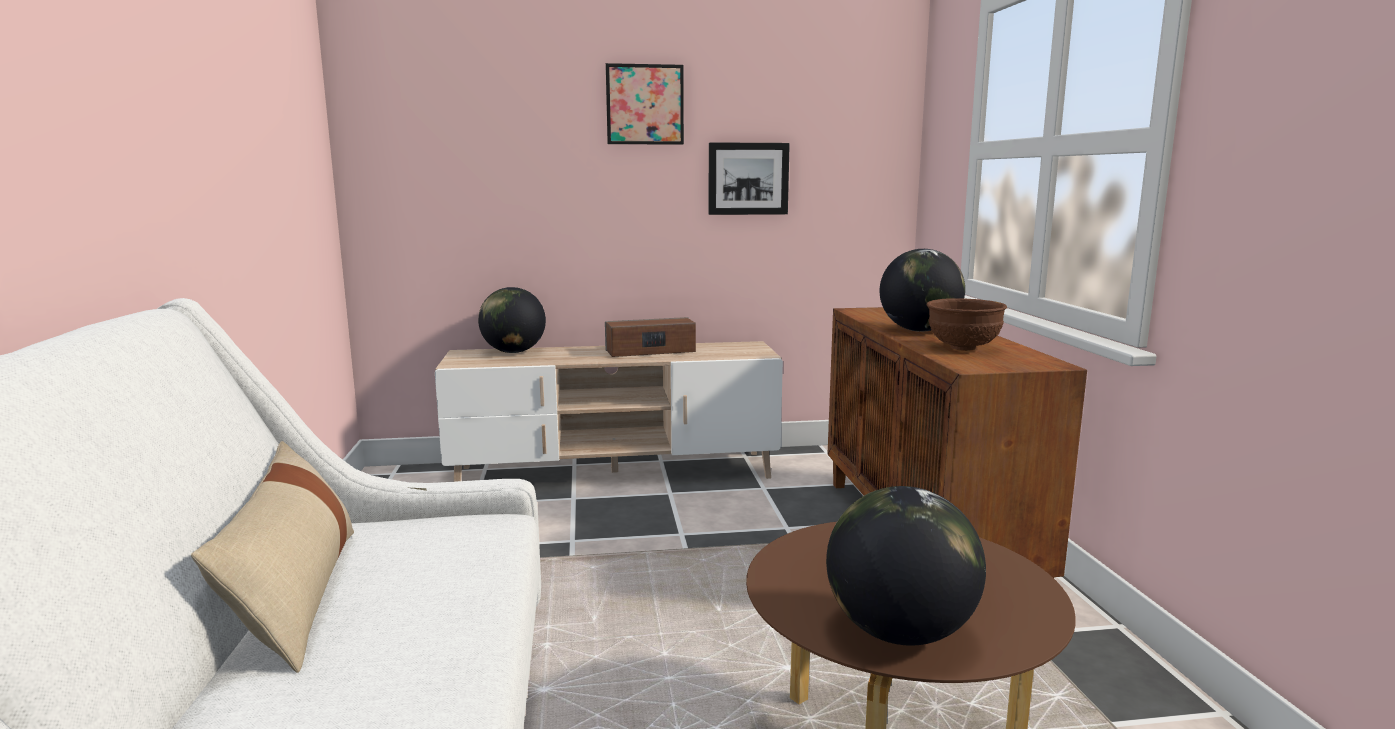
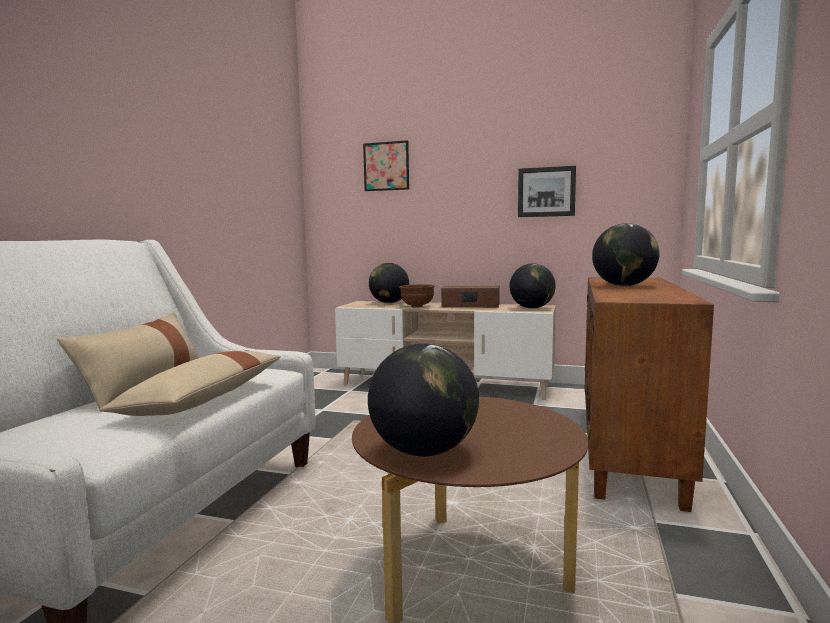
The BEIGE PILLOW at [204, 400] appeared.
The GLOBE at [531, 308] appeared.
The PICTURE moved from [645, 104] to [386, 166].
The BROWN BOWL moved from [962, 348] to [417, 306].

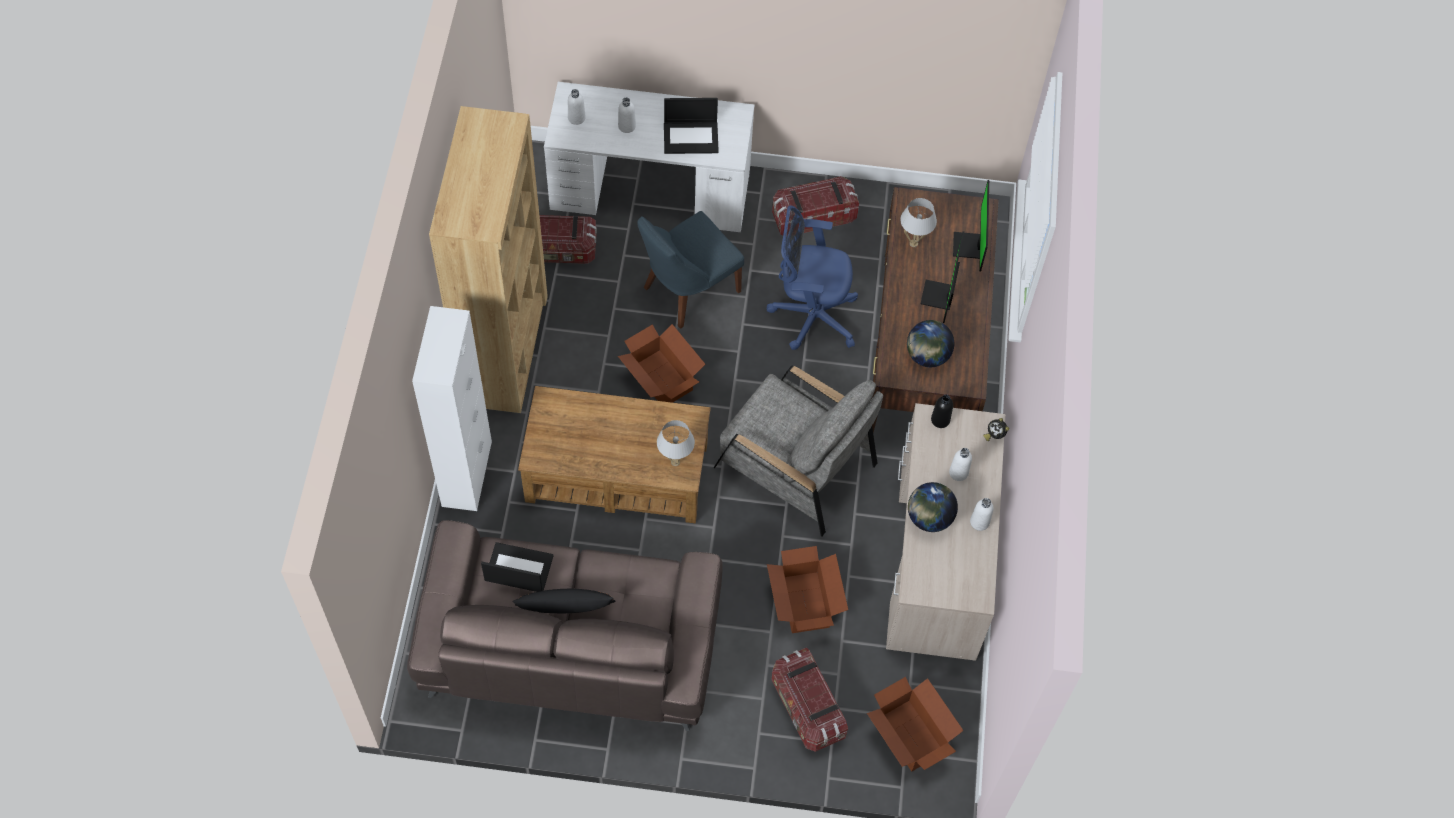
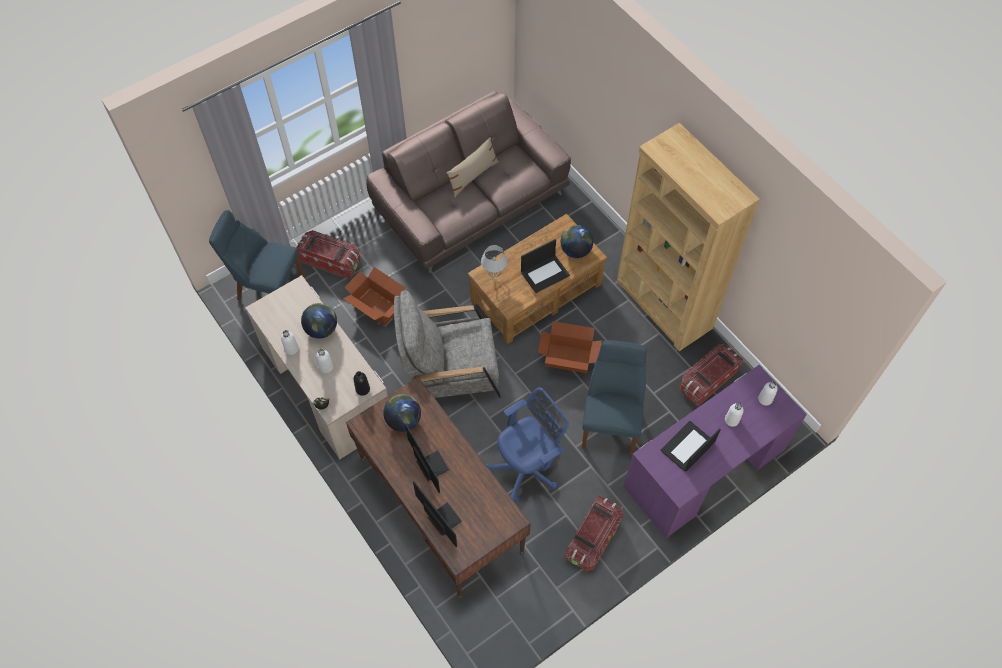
The WHITE CABINET at [467, 474] disappeared.
The WHITE TABLE LAMP at [913, 243] disappeared.
The GLOBE at [575, 250] appeared.
The LAPTOP moved from [518, 569] to [545, 273].
The CARDBOARD BOX at [910, 736] was replaced by the BLUE CHAIR at [268, 287].
The BLACK PILLOW at [565, 610] became the BEIGE PILLOW at [473, 176].
The WHITE DESK at [651, 189] became the PURPLE DESK at [704, 467].

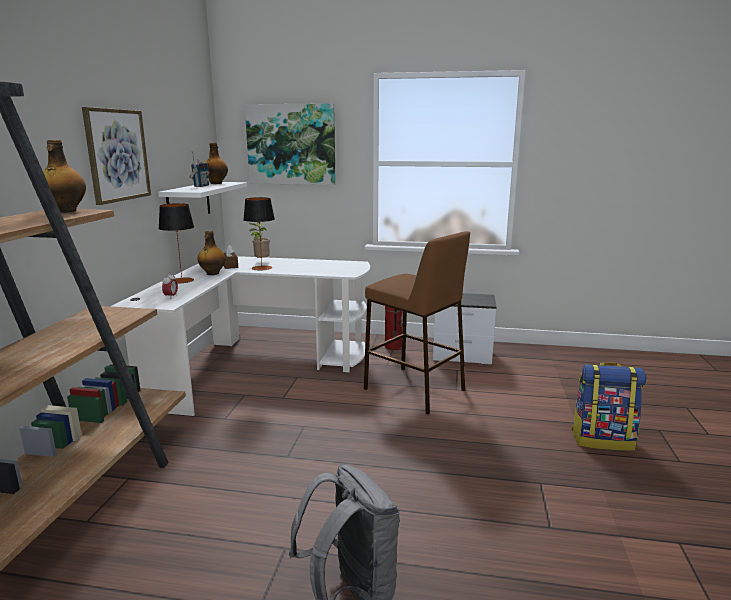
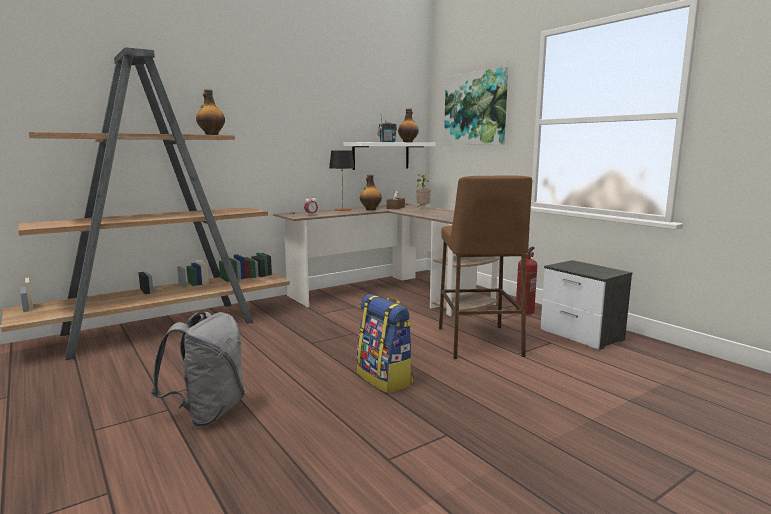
The PICTURE at [117, 155] disappeared.
The TABLE LAMP at [262, 268] disappeared.
The BACKPACK moved from [602, 440] to [385, 379].
The WHITE DESK at [255, 365] became the BROWN DESK at [395, 294].

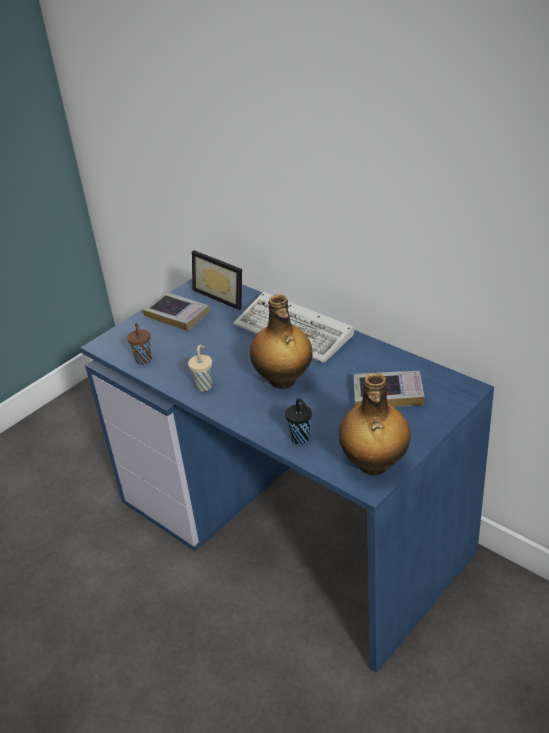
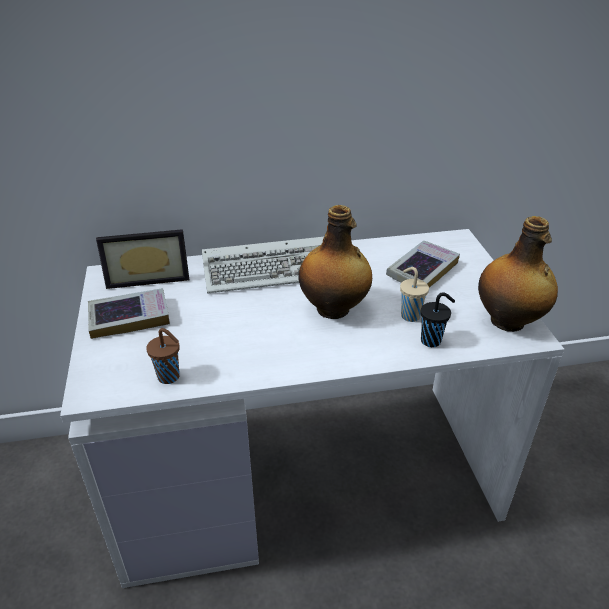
The BEIGE CUP moved from [204, 386] to [409, 315].
The BLUE DESK at [293, 525] became the WHITE DESK at [306, 471].

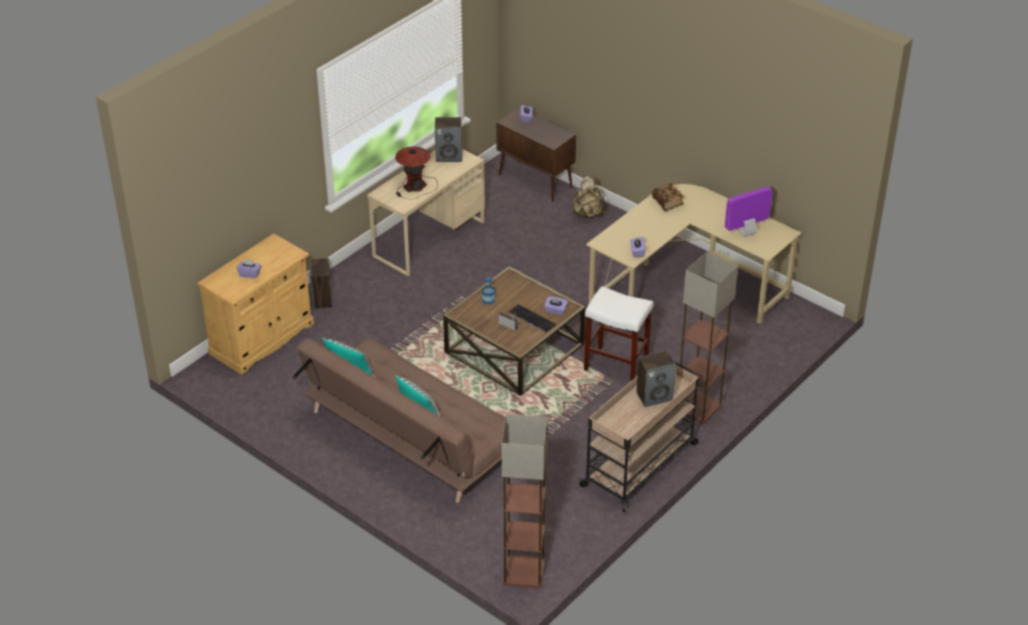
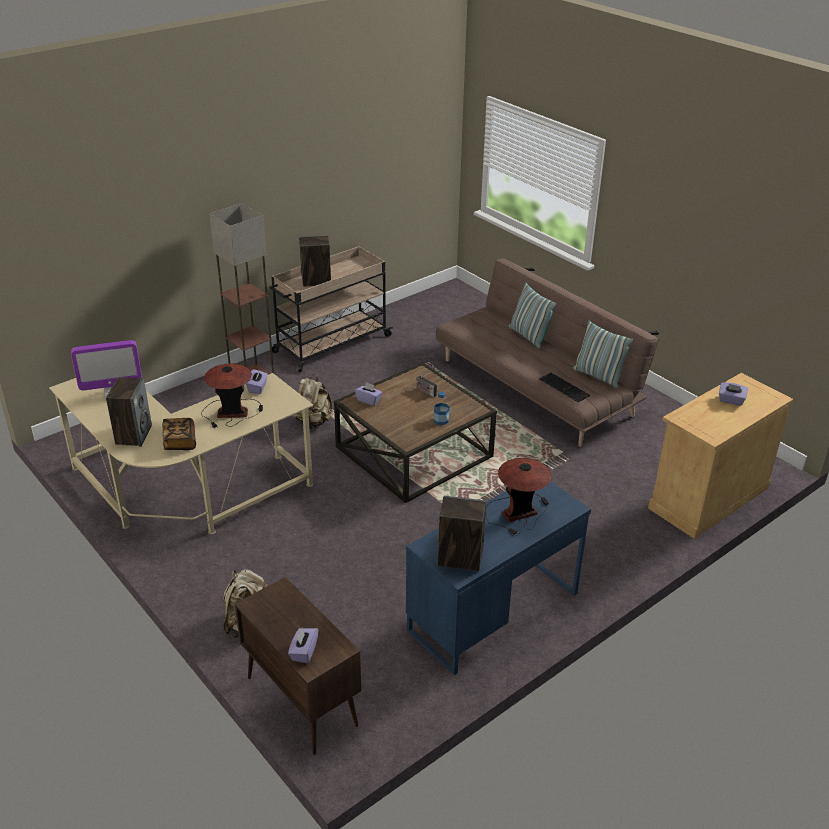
The FLOOR LAMP at [523, 572] disappeared.
The TABLE LAMP at [231, 412] appeared.
The SPEAKER moved from [322, 299] to [133, 435].
The KEYBOARD moved from [531, 318] to [565, 387].
The WHITE STOOL at [615, 366] was replaced by the BEIGE BACKPACK at [313, 422].
The BEIGE DESK at [429, 239] became the BLUE DESK at [493, 611].

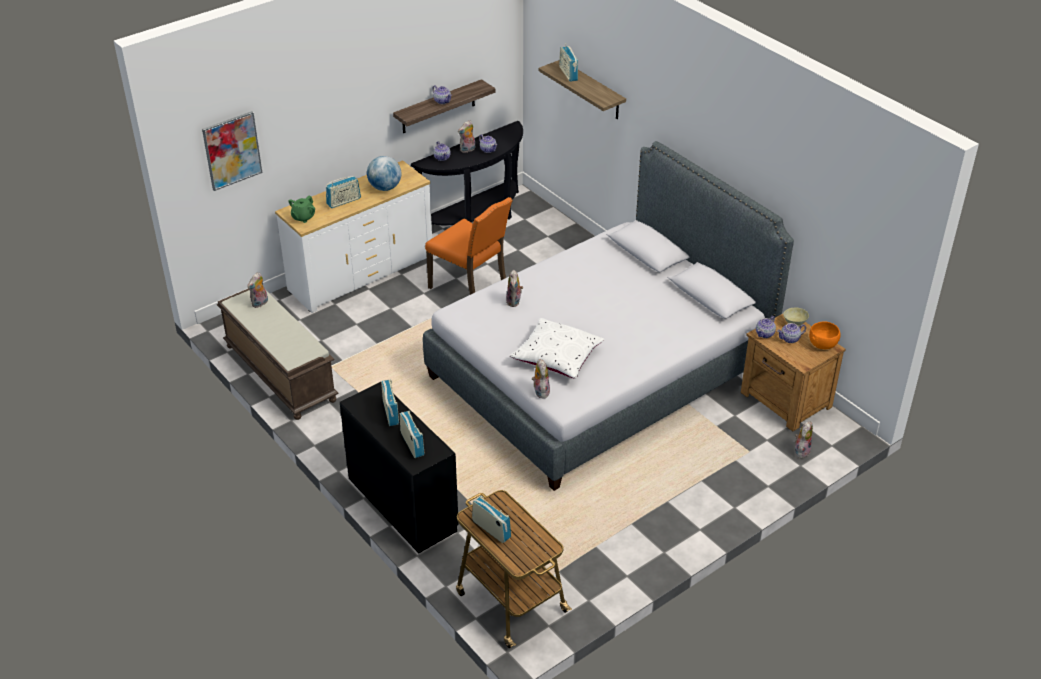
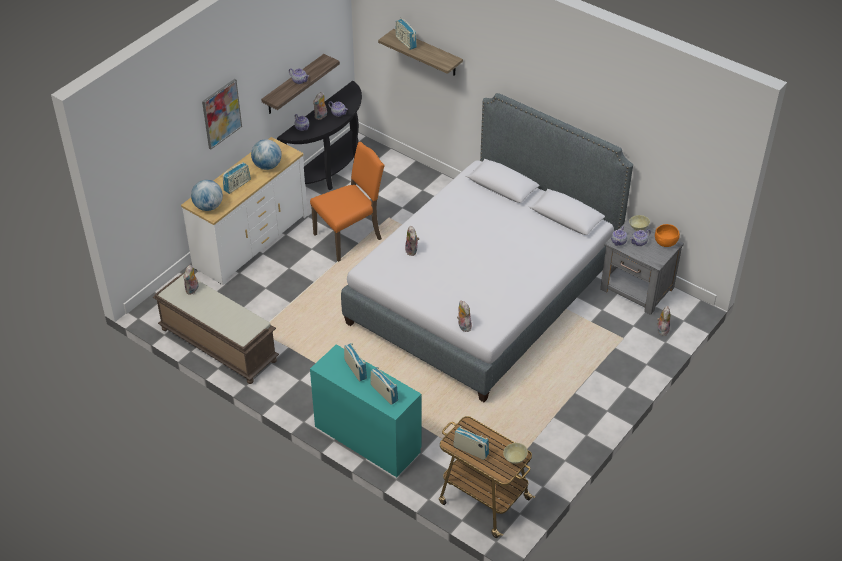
The WHITE PILLOW at [557, 357] disappeared.
The BEIGE BOWL at [514, 459] appeared.
The PICTURE moved from [232, 150] to [221, 113].
The GREEN TEAPOT at [303, 217] was replaced by the GLOBE at [208, 207].
The BLACK DESK at [402, 504] became the TURQUOISE DESK at [367, 439].
The BROWN NIGHTSTAND at [786, 401] became the GREY NIGHTSTAND at [637, 289].
The ORANGE CHAIR at [470, 288] turned 60 degrees counterclockwise.

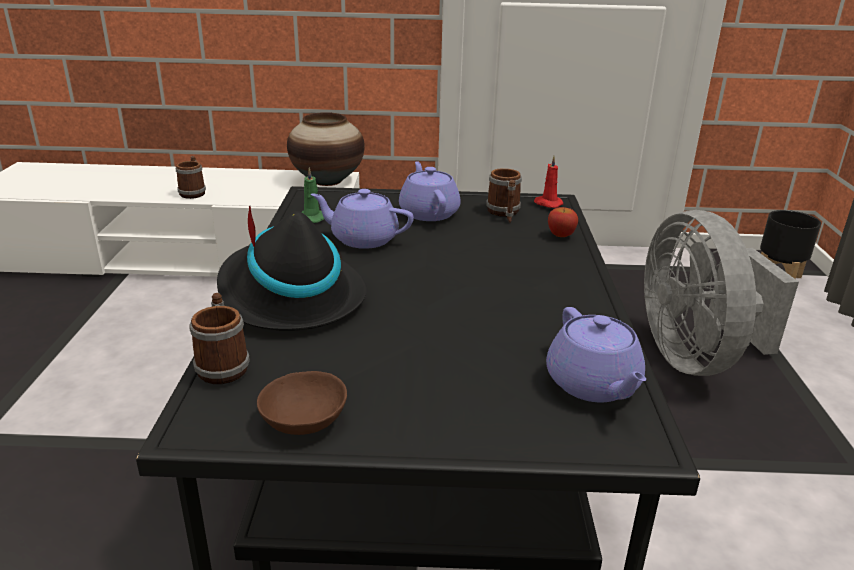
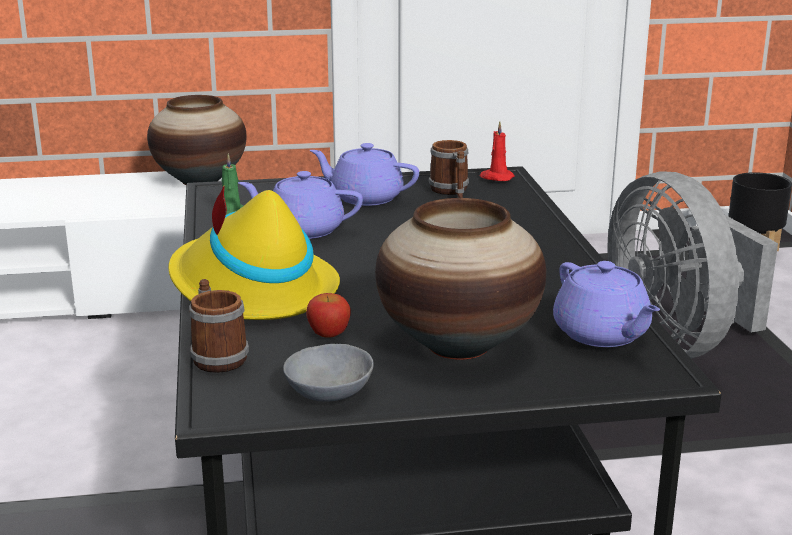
The MUG at [193, 192] disappeared.
The VASE at [458, 345] appeared.
The APPLE moved from [561, 235] to [329, 334].
The BLACK HAT at [289, 296] became the YELLOW HAT at [251, 290].
The BROWN BOWL at [303, 417] became the GREY BOWL at [327, 389].
The PURPLE TEAPOT at [428, 213] turned 45 degrees counterclockwise.

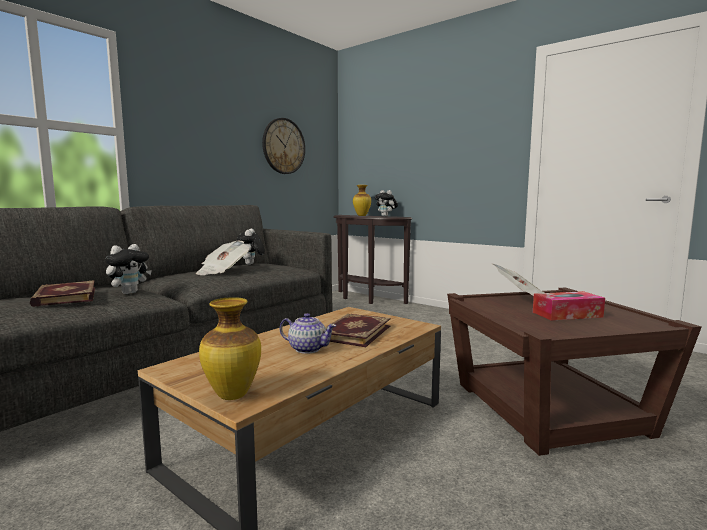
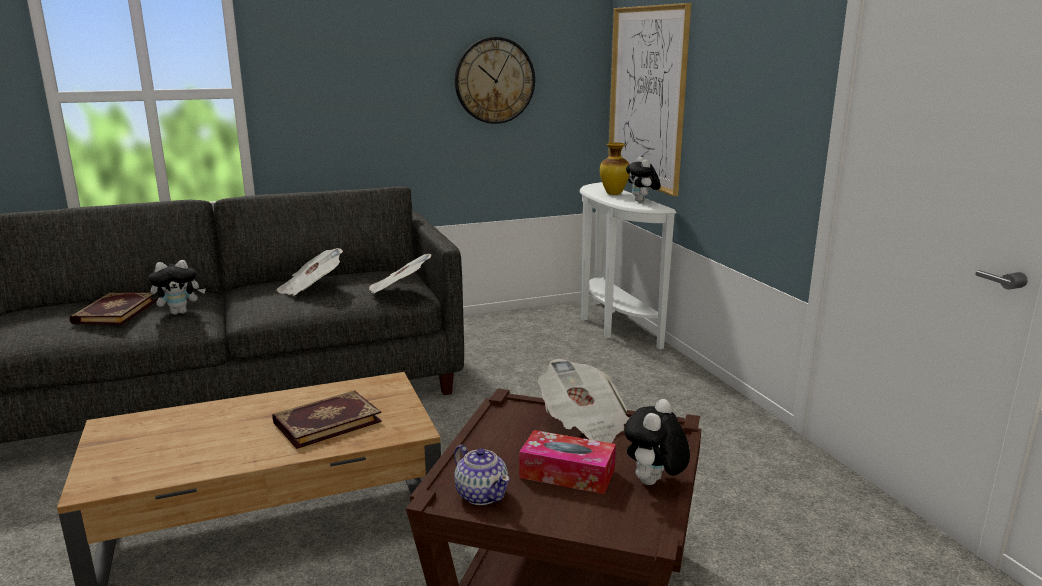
The VASE at [231, 395] disappeared.
The NEWSPAPER at [399, 290] appeared.
The PICTURE at [646, 98] appeared.
The PLUSH TOY moved from [251, 264] to [654, 484].
The TEAPOT moved from [307, 349] to [481, 494].
The BROWN CONSOLE TABLE at [365, 299] became the WHITE CONSOLE TABLE at [612, 326].

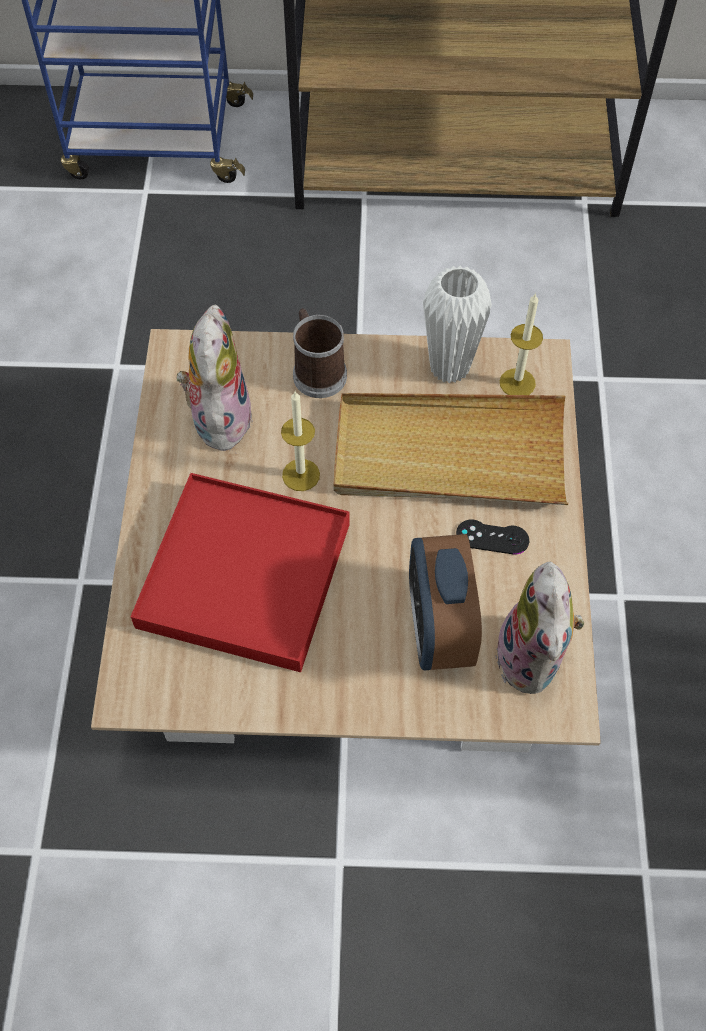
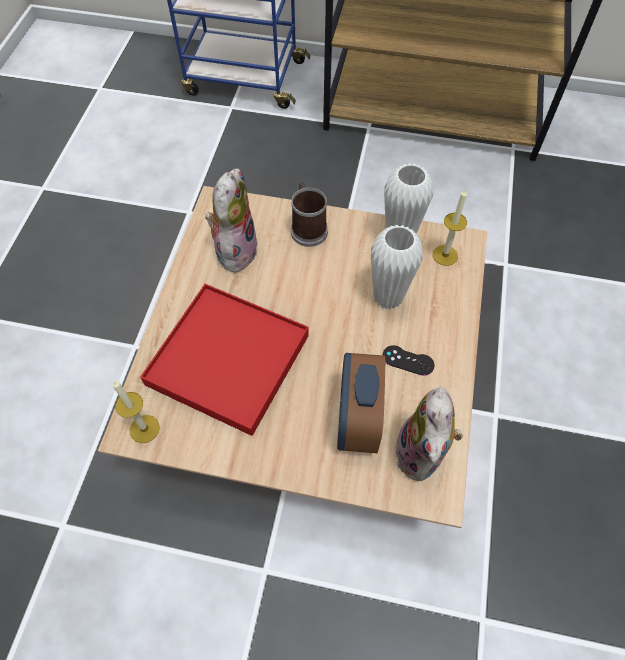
The CANDLE moved from [301, 475] to [144, 428].
The BEIGE TRAY at [449, 454] was replaced by the WHITE VASE at [388, 297].

